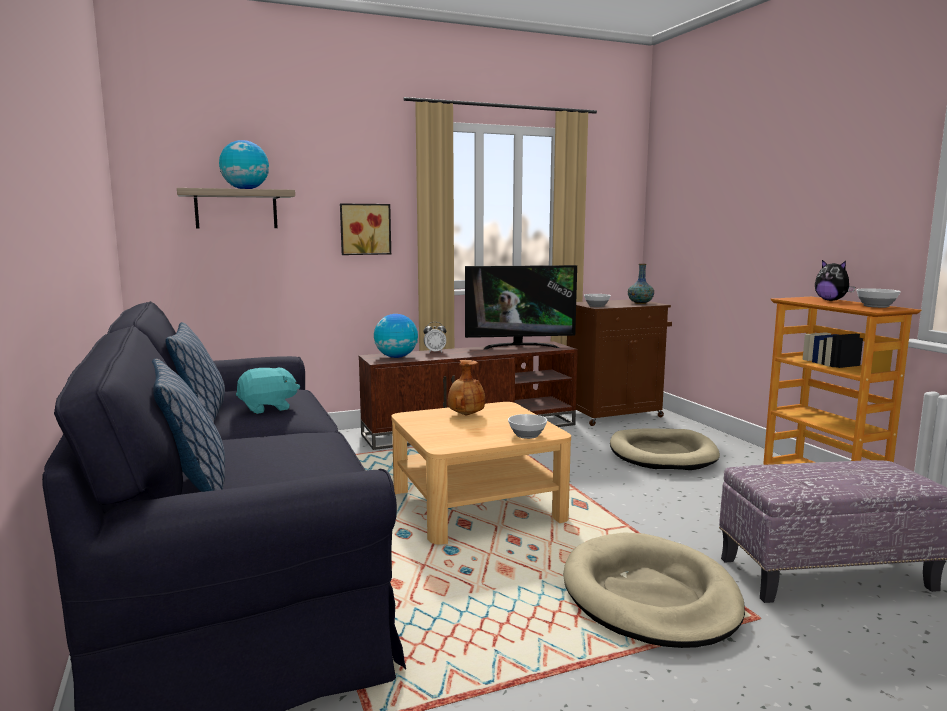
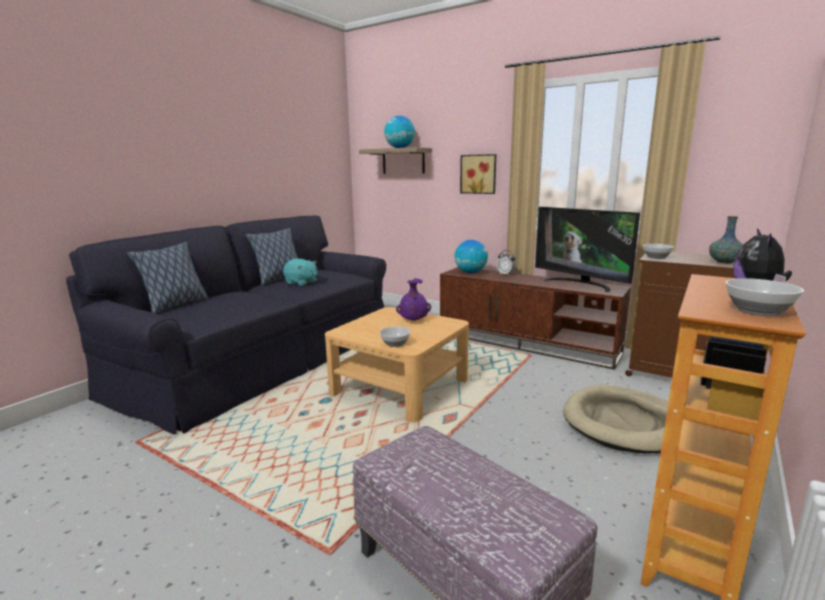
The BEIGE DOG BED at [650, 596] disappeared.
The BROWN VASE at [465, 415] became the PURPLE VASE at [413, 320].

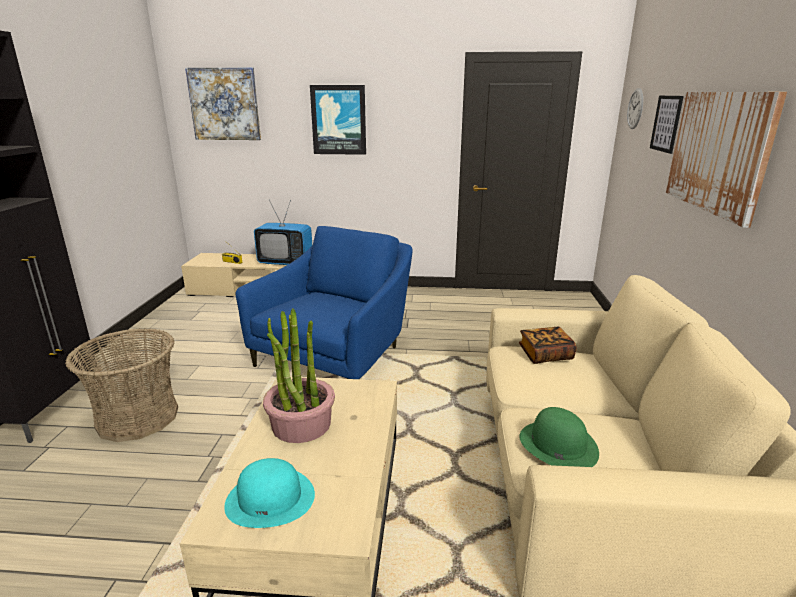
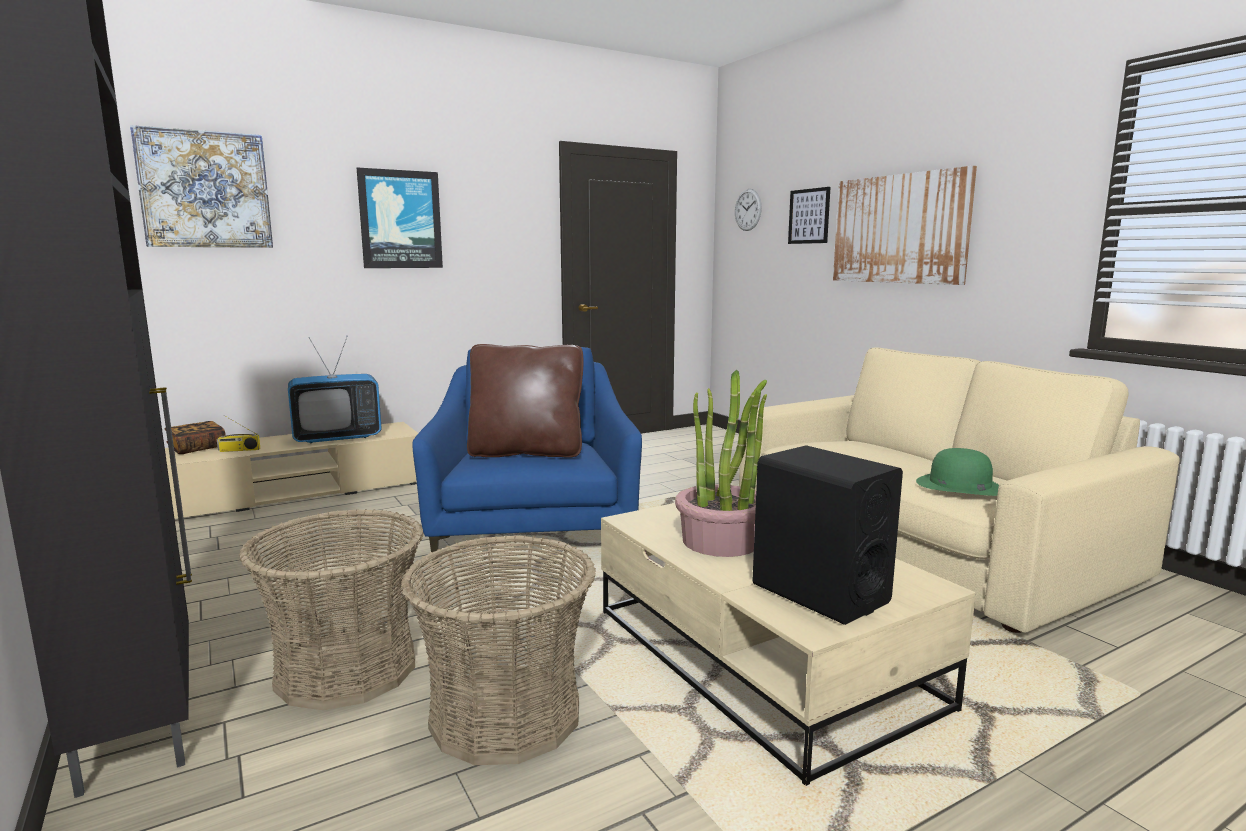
The BASKET at [505, 715] appeared.
The BROWN PILLOW at [526, 452] appeared.
The BOOK moved from [545, 355] to [197, 448].
The TURQUOISE HAT at [270, 498] was replaced by the BLACK SPEAKER at [819, 593].

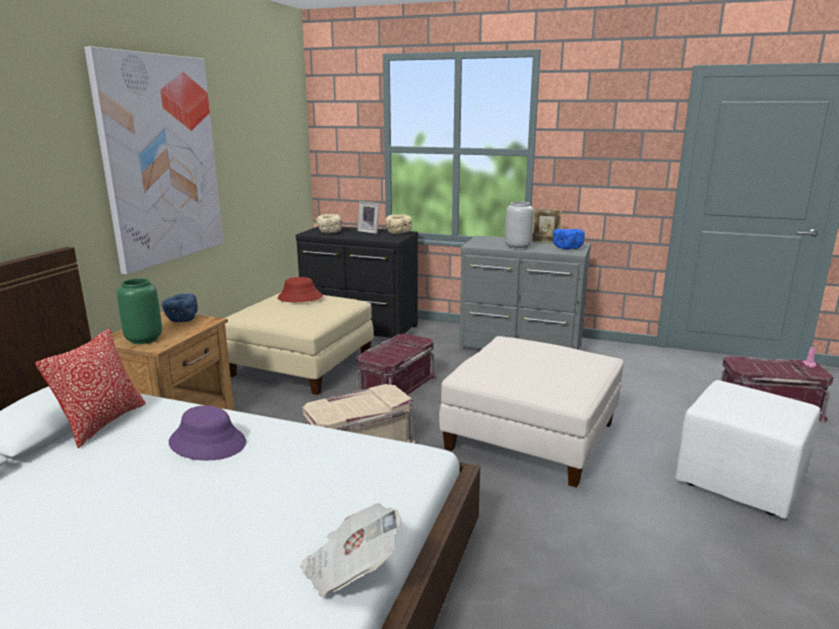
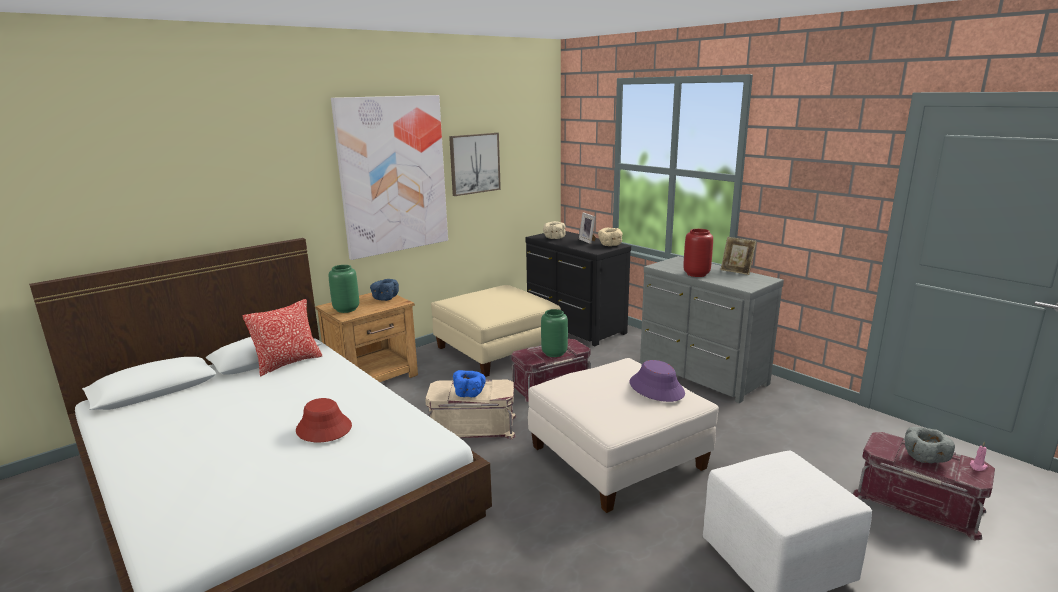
The NEWSPAPER at [350, 569] disappeared.
The PICTURE at [474, 163] appeared.
The GREEN VASE at [555, 353] appeared.
The GREY BOWL at [924, 458] appeared.
The PURPLE HAT moved from [208, 442] to [656, 388].
The RED HAT moved from [300, 298] to [323, 428].
The BLUE BOWL moved from [567, 248] to [469, 393].
The GREY VASE at [517, 247] became the RED VASE at [696, 274].

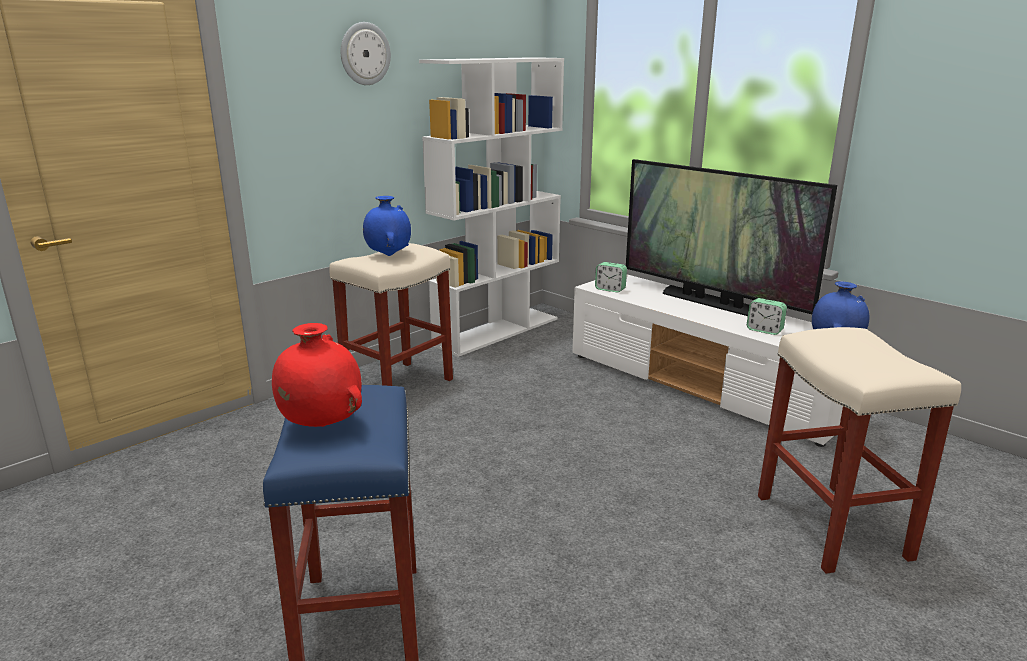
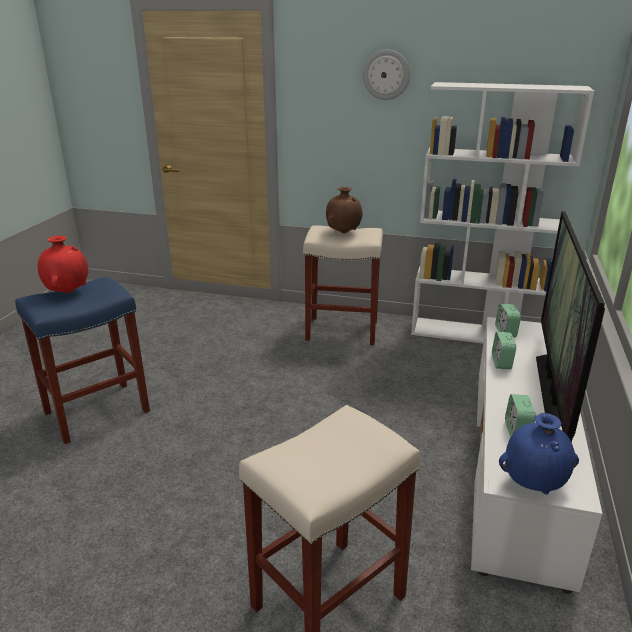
The ALARM CLOCK at [501, 363] appeared.
The BLUE VASE at [388, 255] became the BROWN VASE at [343, 232].

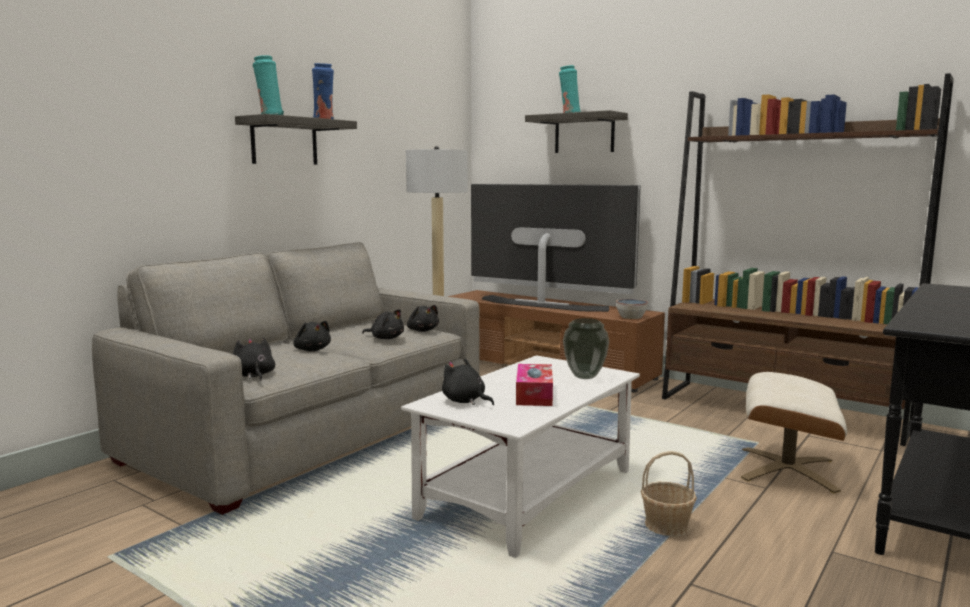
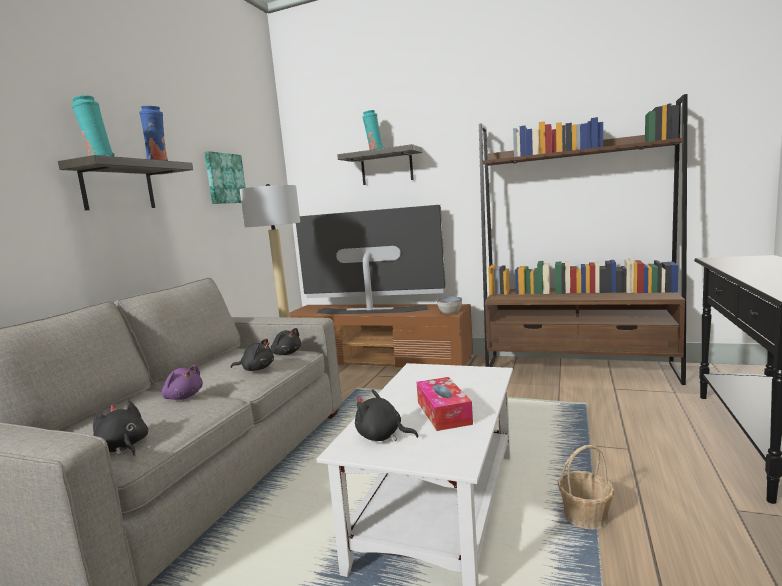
The VASE at [584, 377] disappeared.
The BEIGE OTTOMAN at [787, 469] disappeared.
The PICTURE at [224, 178] appeared.
The BLACK PLUSH TOY at [312, 350] became the PURPLE PLUSH TOY at [183, 397].

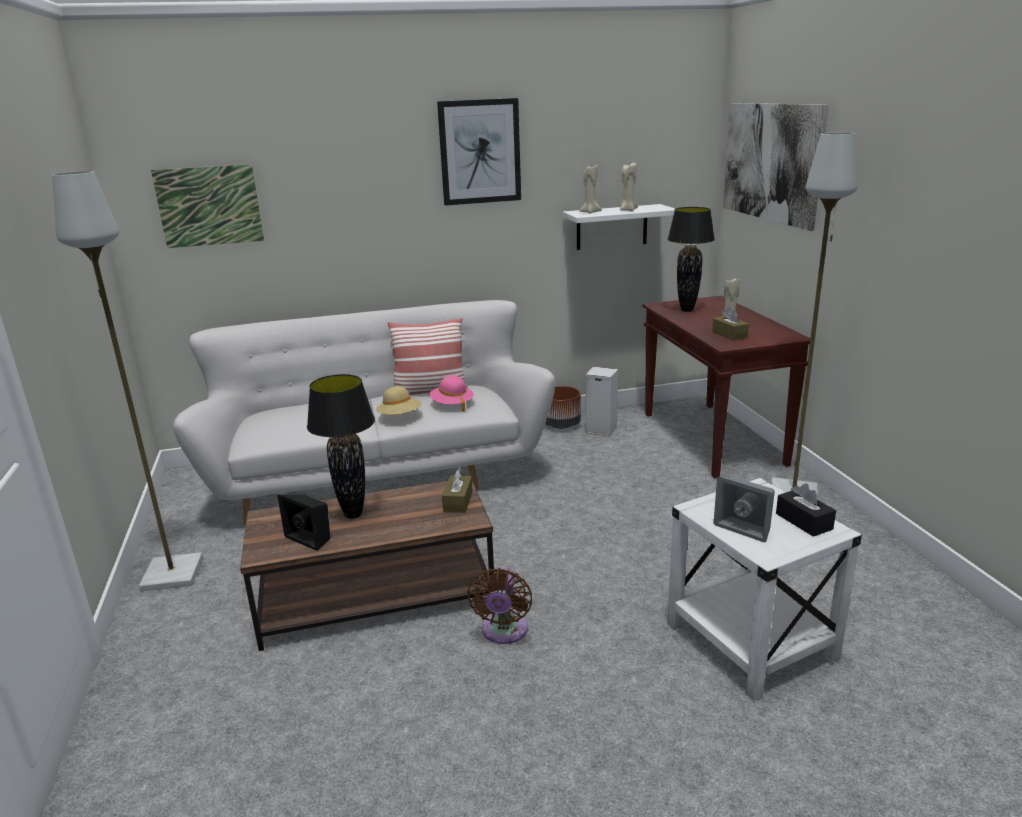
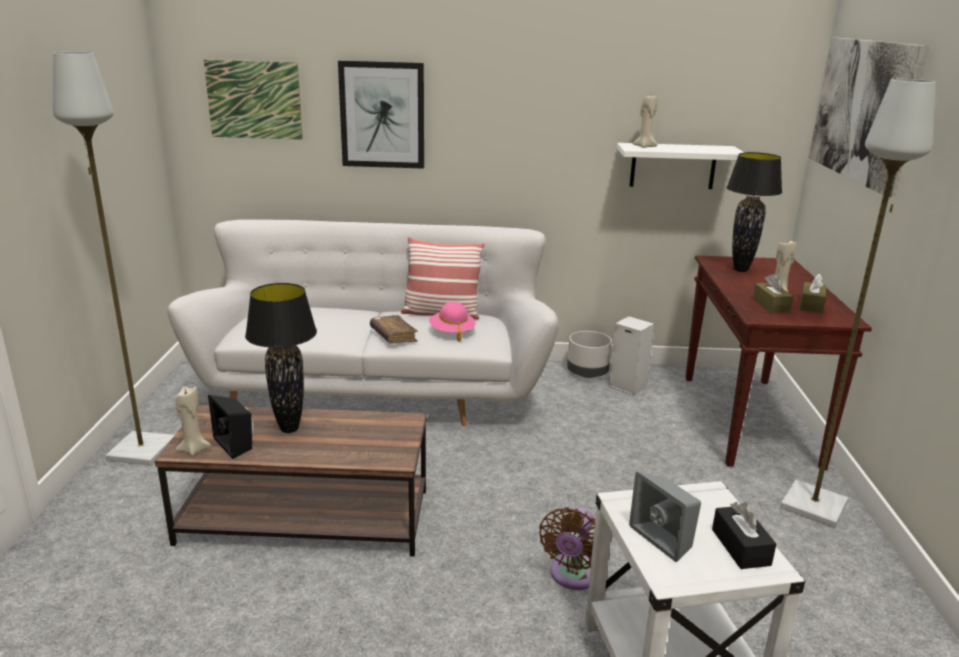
The PICTURE moved from [480, 152] to [382, 115].
The BROWN TISSUE BOX moved from [458, 501] to [811, 305].
The BROWN FAN moved from [503, 632] to [572, 576].
The BEIGE CANDLE moved from [627, 210] to [194, 449].
The BEIGE HAT at [400, 417] was replaced by the BROWN BOOK at [393, 336].
The BROWN PLANTER at [561, 425] became the GREY PLANTER at [587, 373].

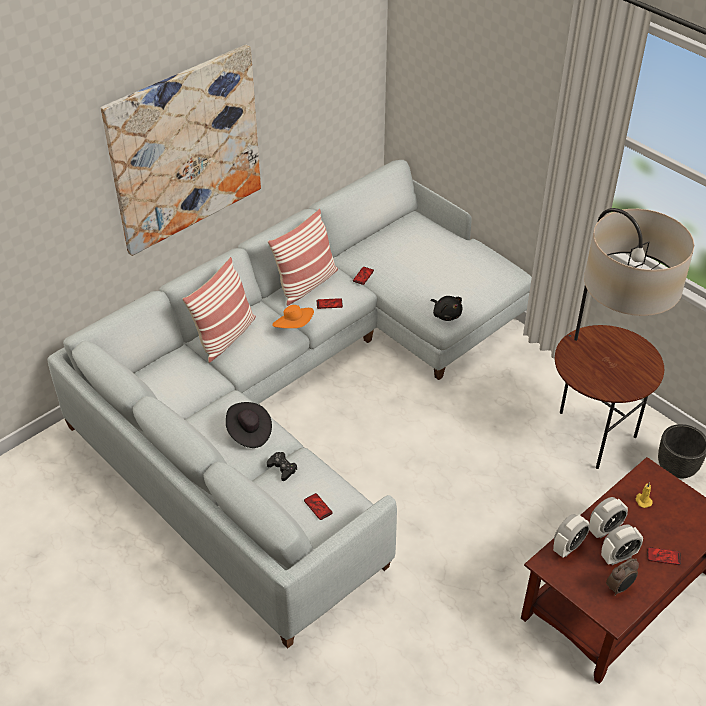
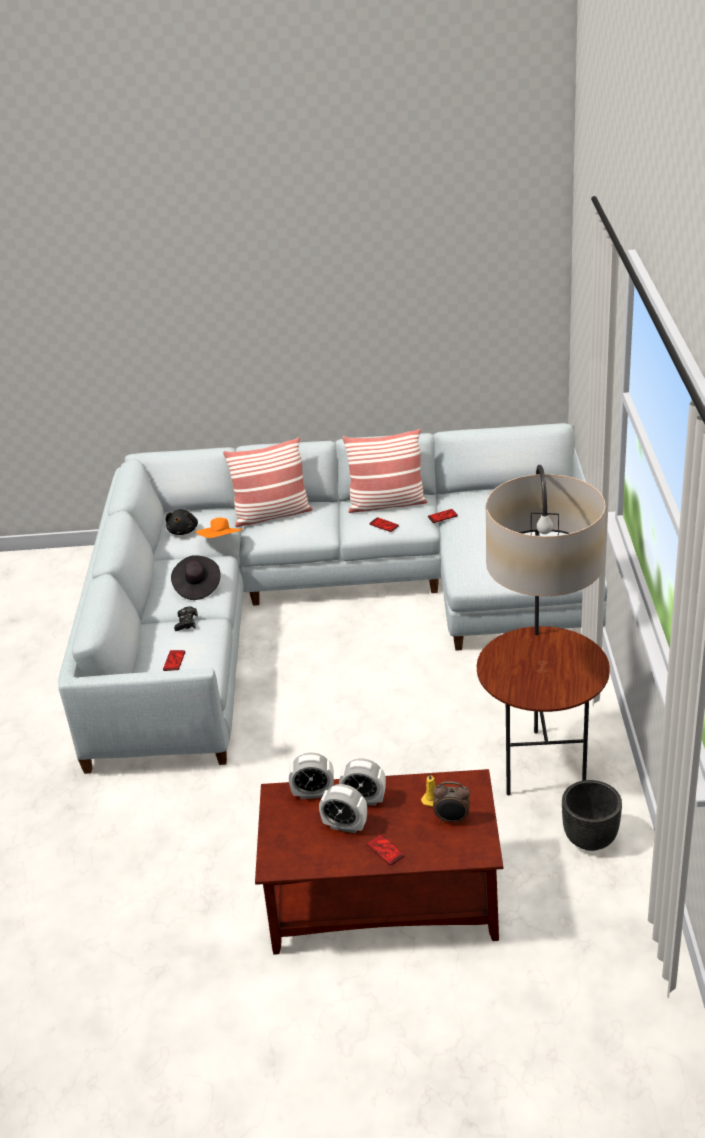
The PICTURE at [185, 150] disappeared.
The ORANGE HAT moved from [294, 326] to [221, 542].
The BLACK PLUSH TOY moved from [446, 314] to [183, 531].
The ALARM CLOCK moved from [619, 588] to [452, 819].

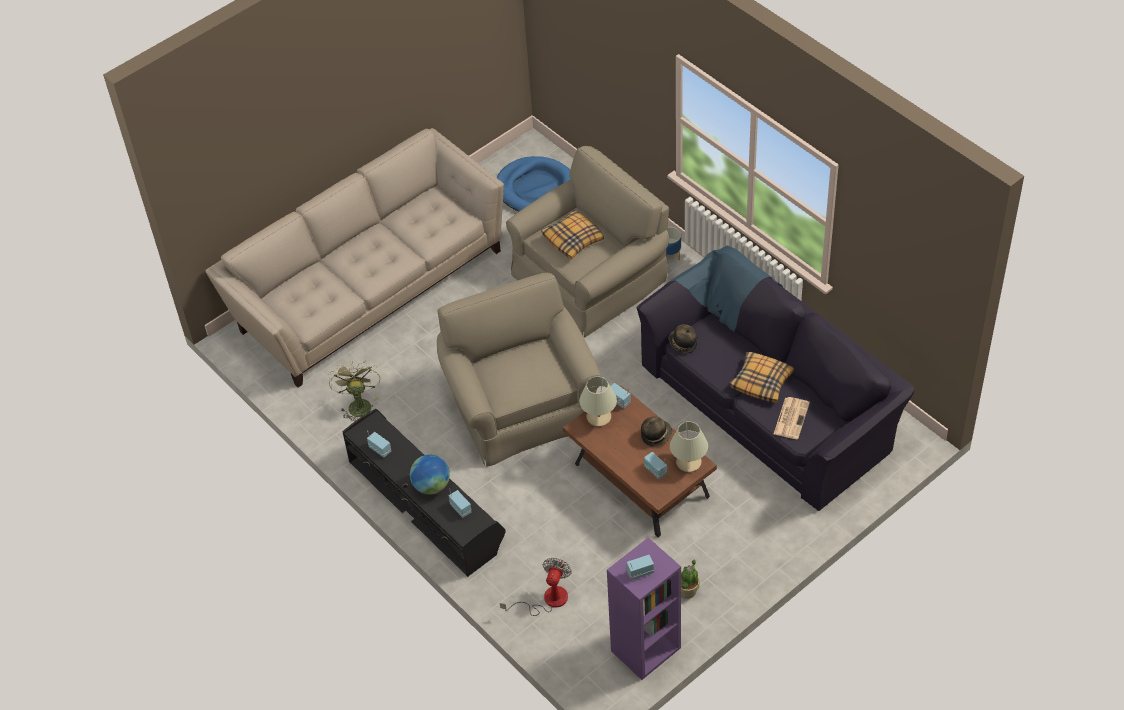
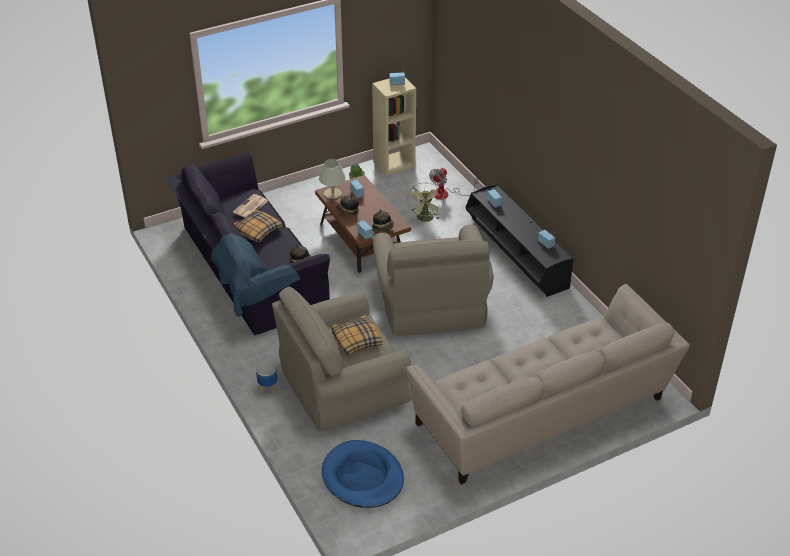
The GLOBE at [431, 486] disappeared.
The GREEN FAN moved from [358, 404] to [425, 219].
The BEIGE TABLE LAMP at [598, 417] was replaced by the HAT at [383, 227].
The PURPLE BOOKCASE at [645, 650] became the BEIGE BOOKCASE at [394, 164].

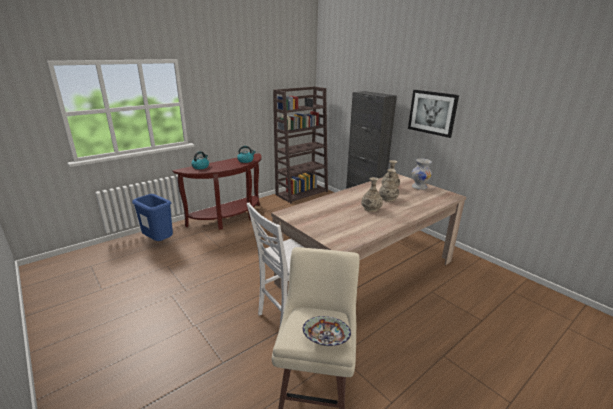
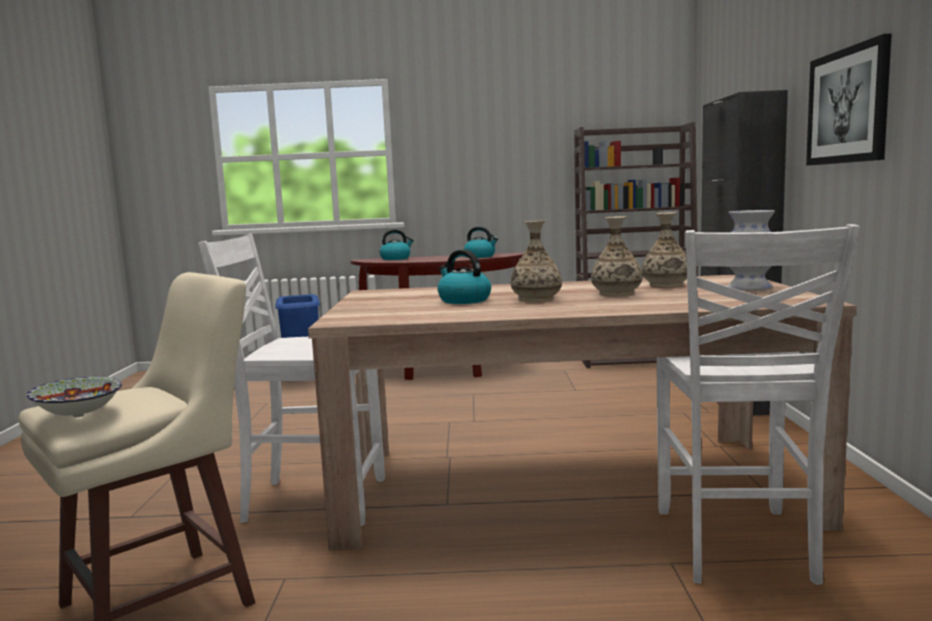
The KETTLE at [463, 300] appeared.
The WHITE CHAIR at [735, 546] appeared.

